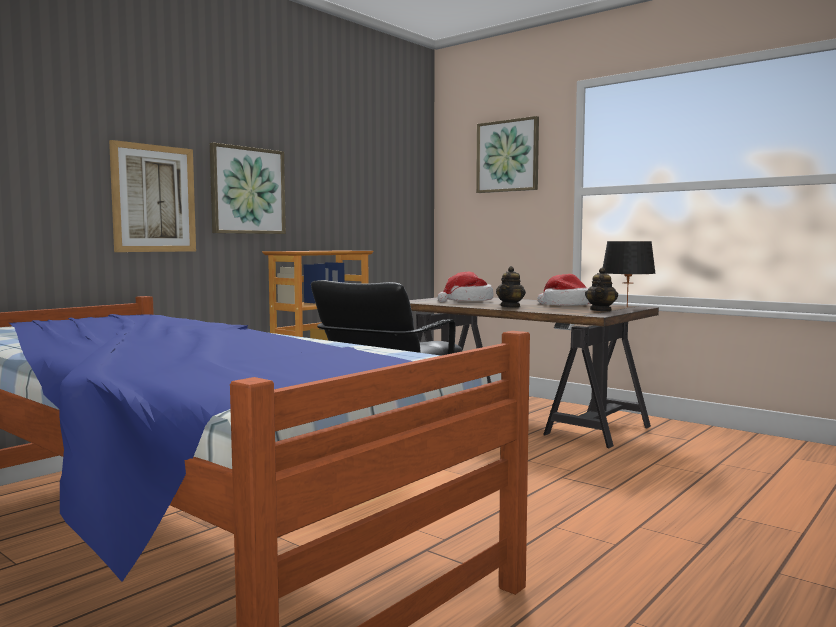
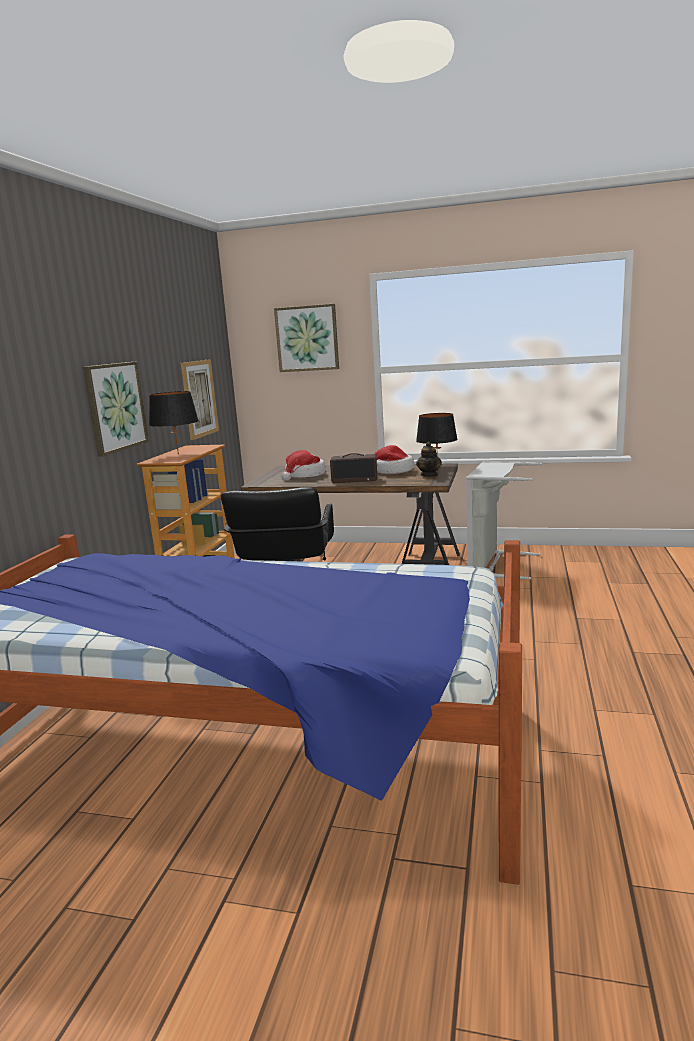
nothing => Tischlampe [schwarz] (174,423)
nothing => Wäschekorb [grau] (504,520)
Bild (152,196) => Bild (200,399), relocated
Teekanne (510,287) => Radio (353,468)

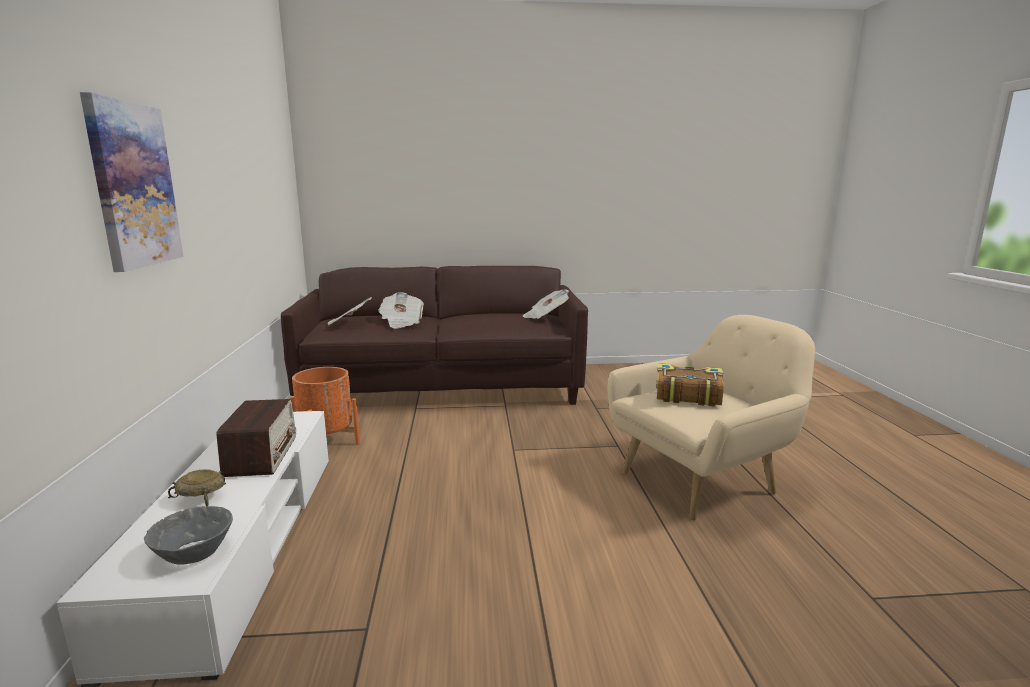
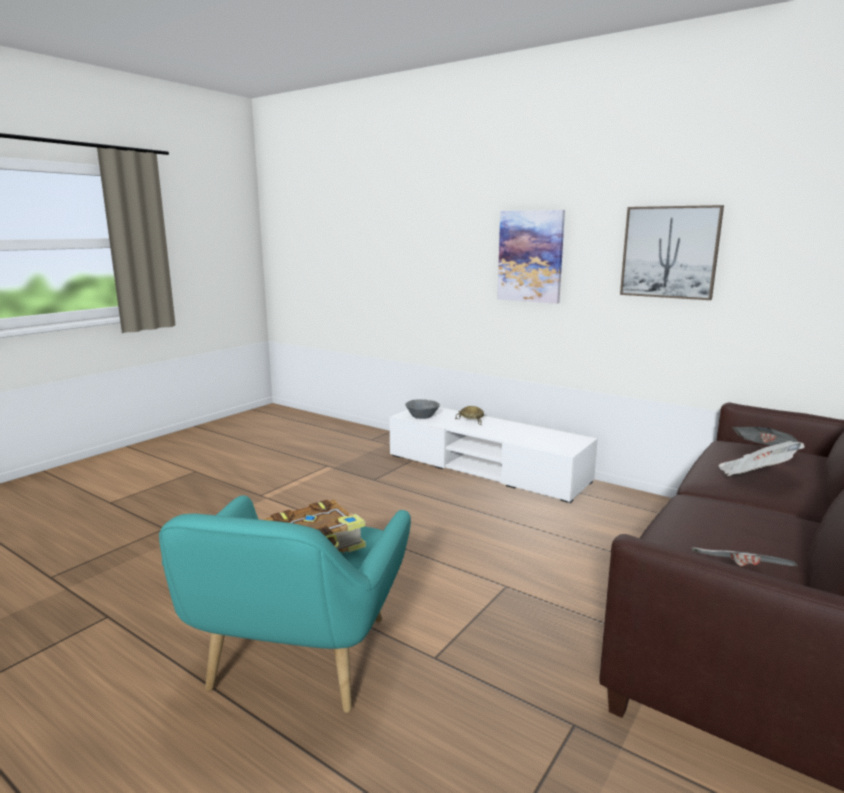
Radio (256,438) => nothing
Pflanzkübel [orange] (325,406) => nothing
nothing => Bild (672,252)
Sessel [beige] (711,417) => Sessel [türkis] (285,604)

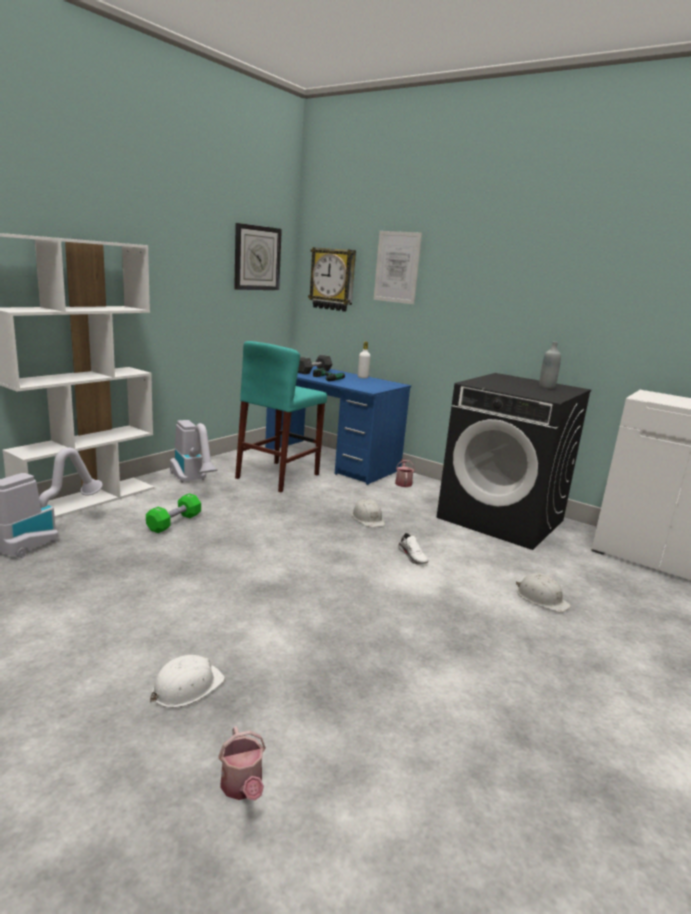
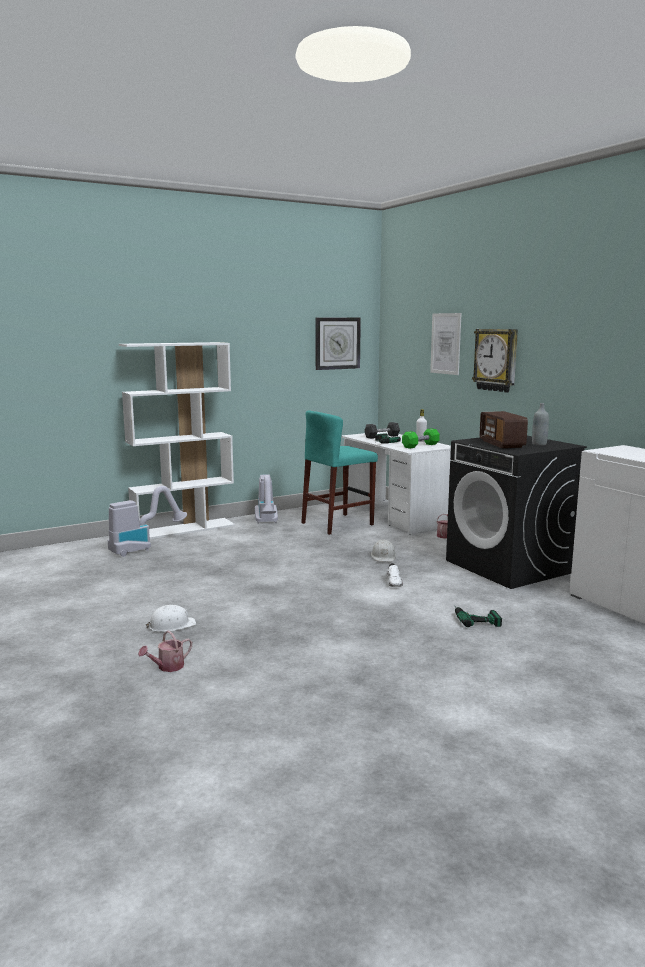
nothing => Radio (503,429)
Hantel [grün] (173,513) => Hantel [grün] (421,438), relocated
Wanduhr (332,279) => Wanduhr (495,360), relocated
Schutzhelm [weiß] (543,592) => Bohrmaschine (478,616)
Schreibtisch [blau] (338,425) => Schreibtisch [weiß] (396,482)
Gießkanne (242,763) => Gießkanne (165,651), 45 degrees clockwise

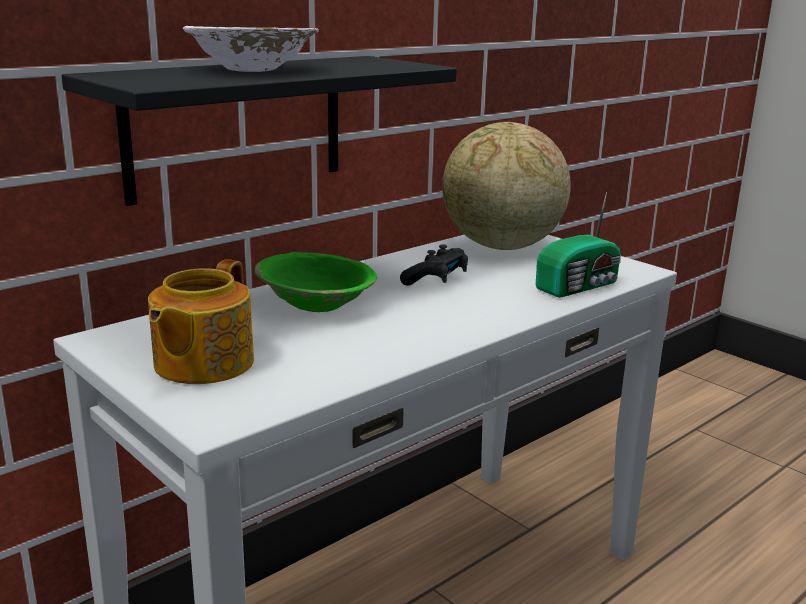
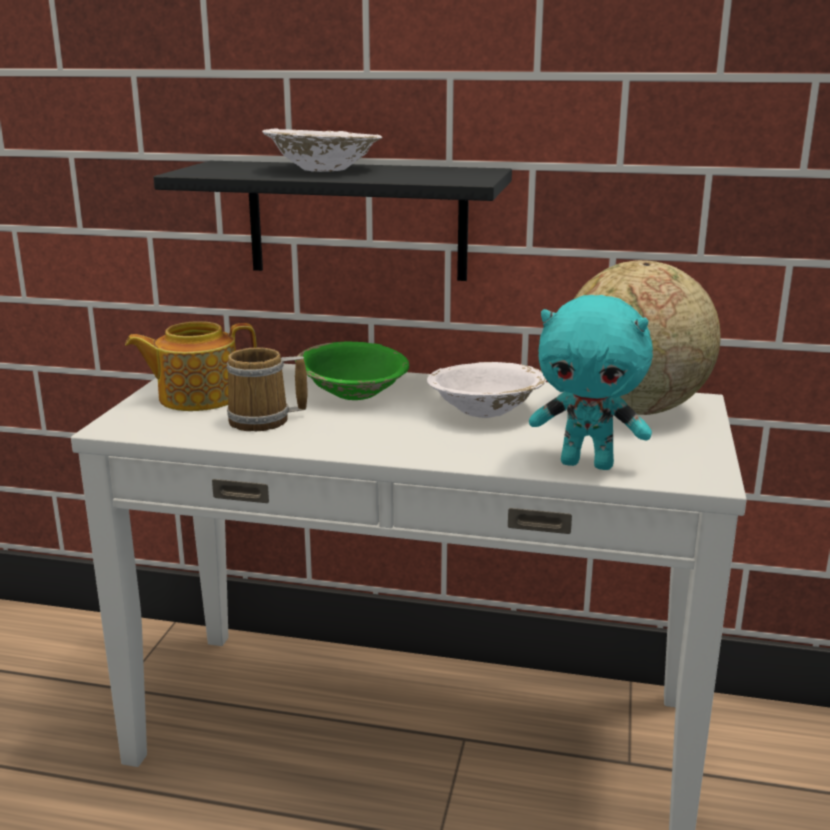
nothing => Henkelbecher (267,389)
Gamepad [schwarz] (434,265) => Schüssel [weiß] (486,390)
Radio (578,245) => Plüschtier [türkis] (591,382)

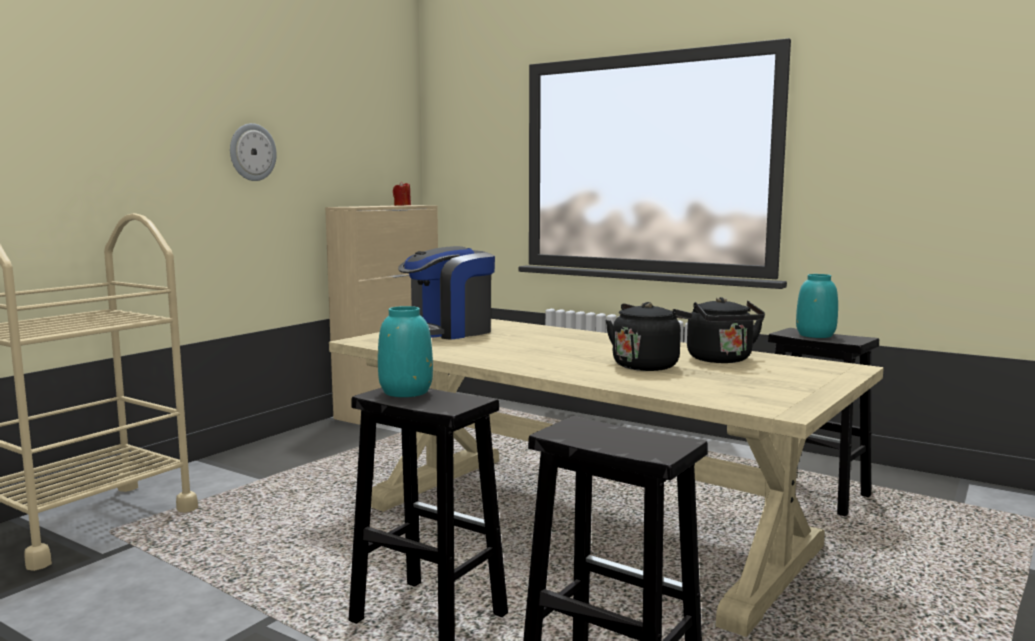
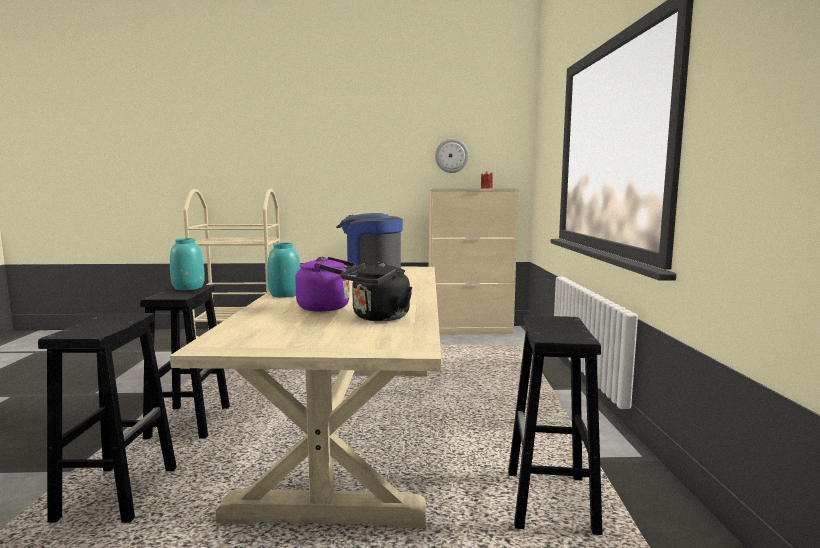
Wanduhr (253,152) => Wanduhr (452,156), relocated
Vase [türkis] (817,306) => Vase [türkis] (284,270), relocated
Wasserkessel [schwarz] (649,336) => Wasserkessel [lila] (325,284)

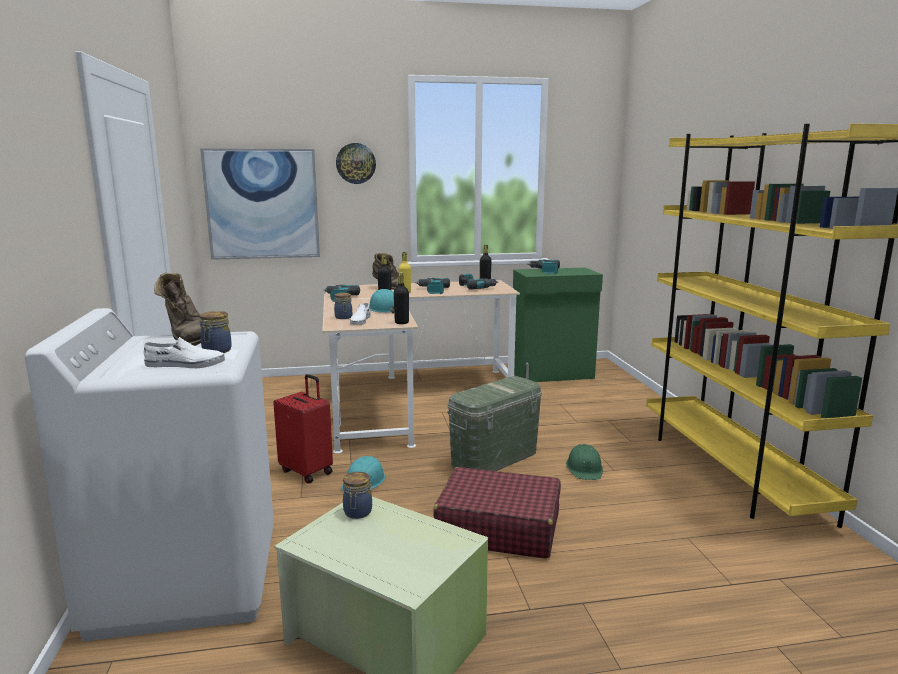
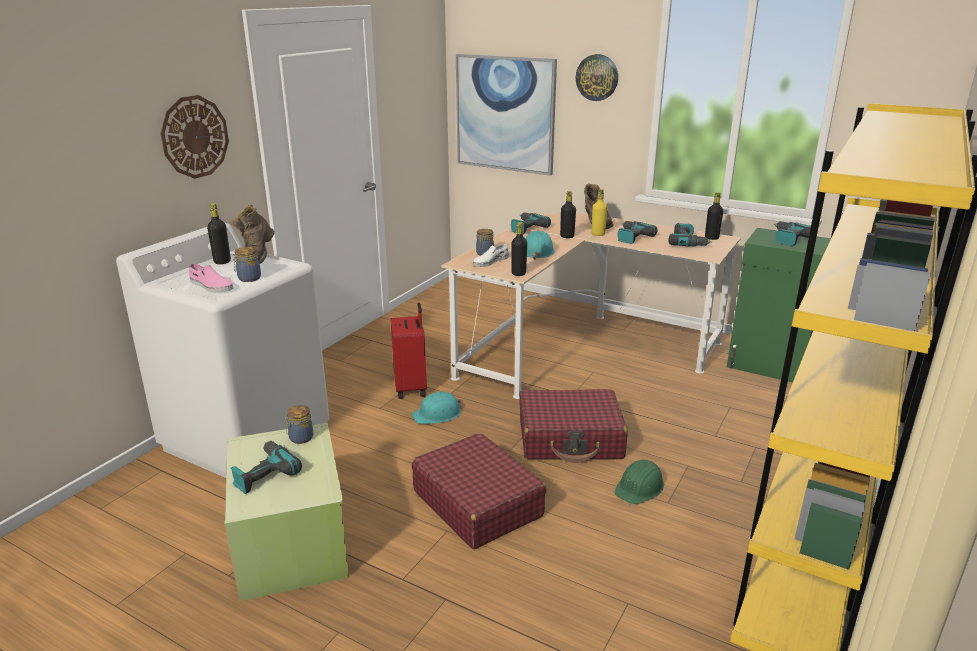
nothing => Wanduhr (194,137)
nothing => Flasche [schwarz] (219,233)
nothing => Bohrmaschine (266,467)
Aufbewahrungsbox [grün] (494,423) => Koffer [rot] (573,426)
Schuh [weiß] (184,352) => Schuh [rosa] (211,278)

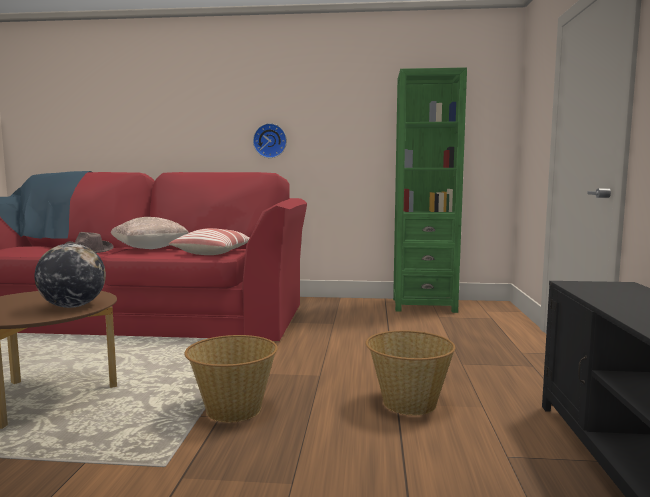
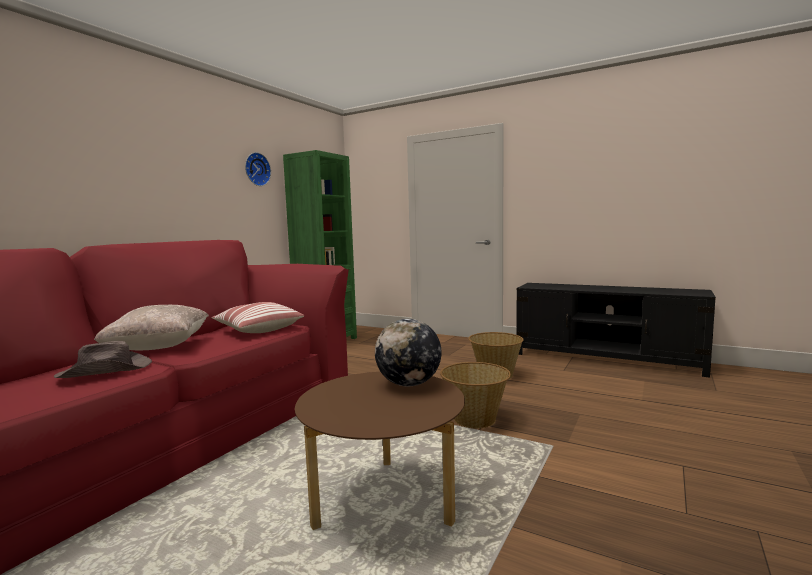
Wanduhr (270,140) => Wanduhr (258,169), relocated

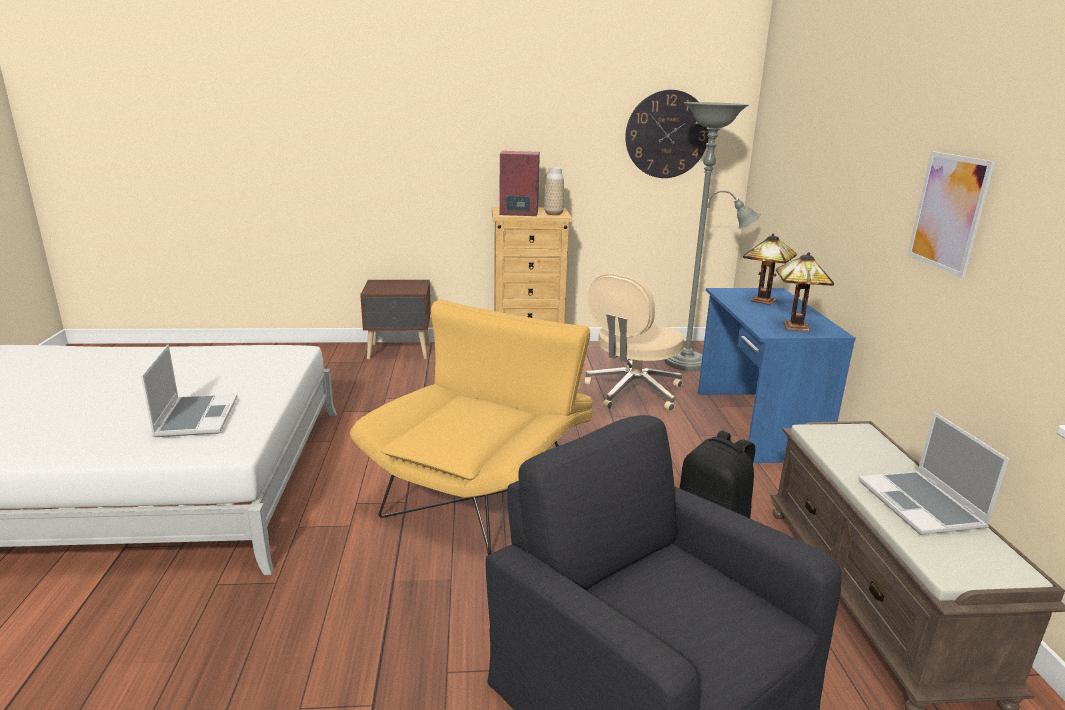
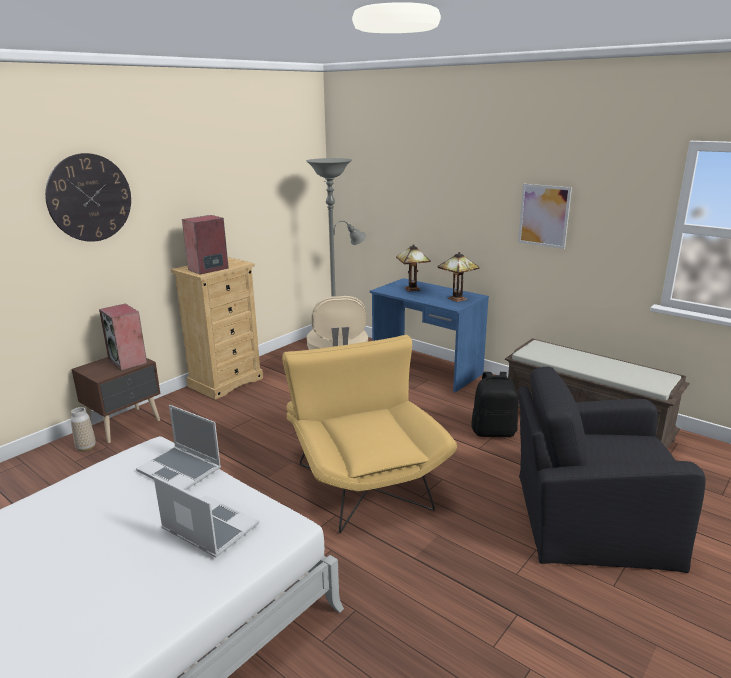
nothing => Lautsprecher (123,337)
Vase (554,191) => Vase (83,429), relocated
Wanduhr (667,134) => Wanduhr (88,197), relocated
Laptop (934,473) => Laptop (178,447), relocated

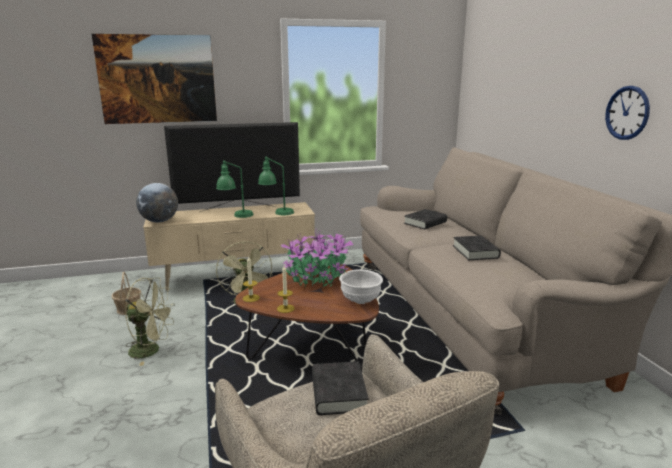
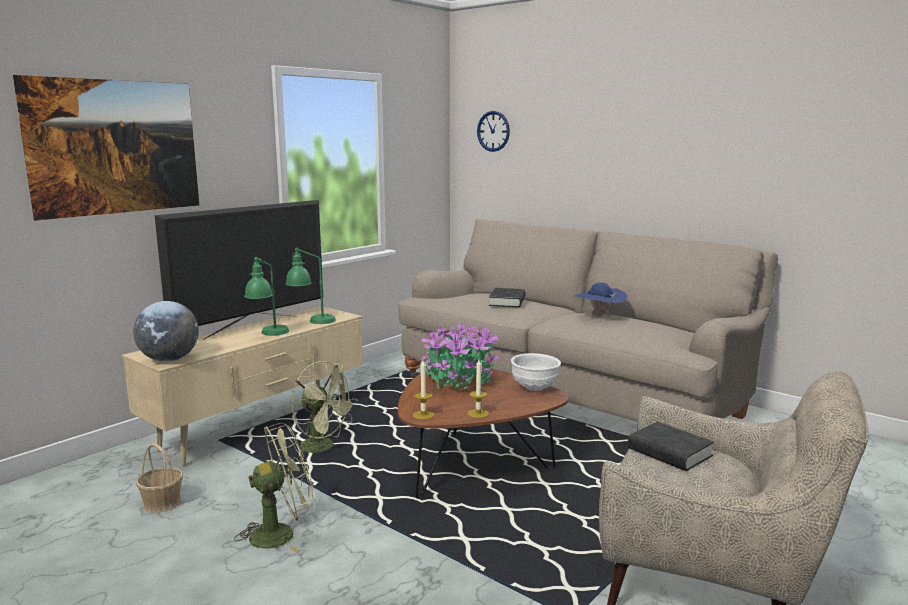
Wanduhr (627,113) => Wanduhr (493,131), relocated
Buch [schwarz] (477,248) => Hut [blau] (601,300)

